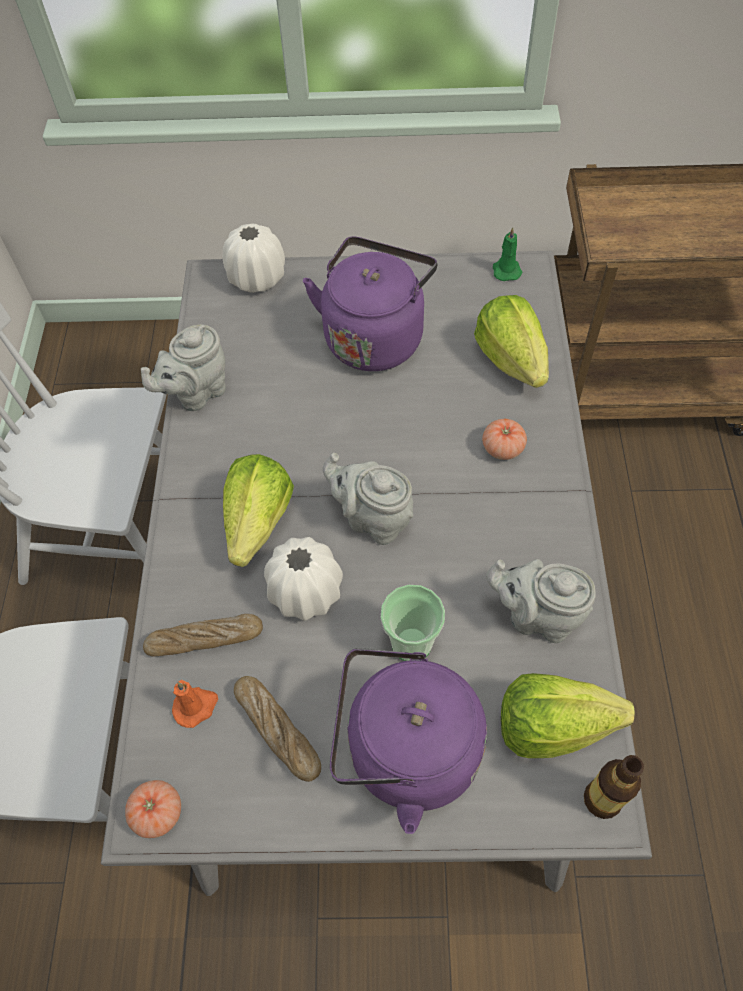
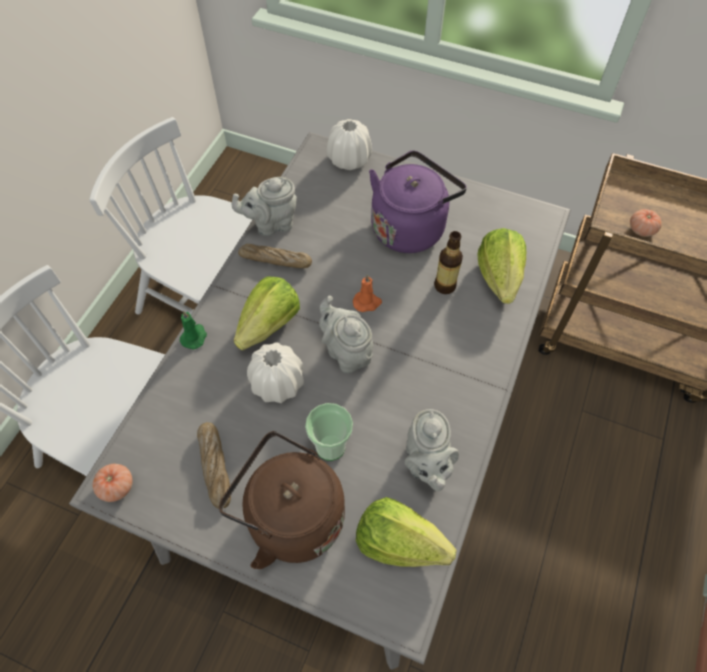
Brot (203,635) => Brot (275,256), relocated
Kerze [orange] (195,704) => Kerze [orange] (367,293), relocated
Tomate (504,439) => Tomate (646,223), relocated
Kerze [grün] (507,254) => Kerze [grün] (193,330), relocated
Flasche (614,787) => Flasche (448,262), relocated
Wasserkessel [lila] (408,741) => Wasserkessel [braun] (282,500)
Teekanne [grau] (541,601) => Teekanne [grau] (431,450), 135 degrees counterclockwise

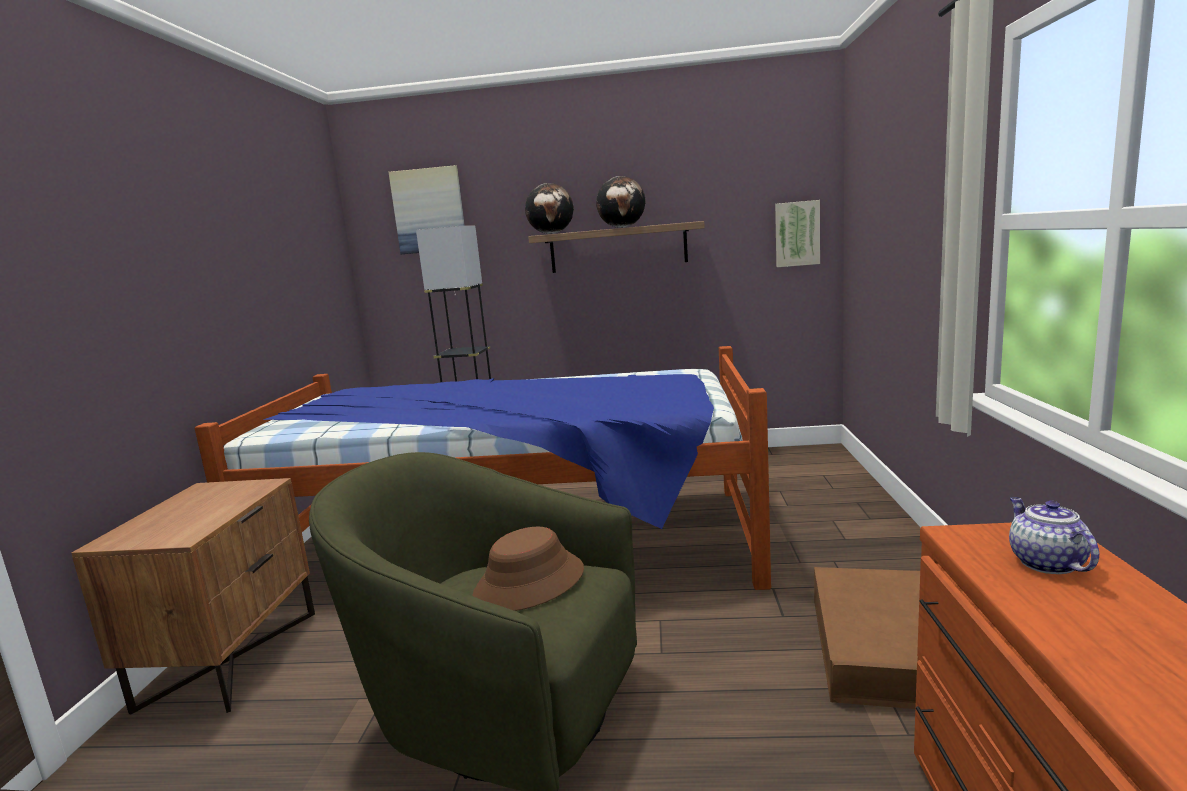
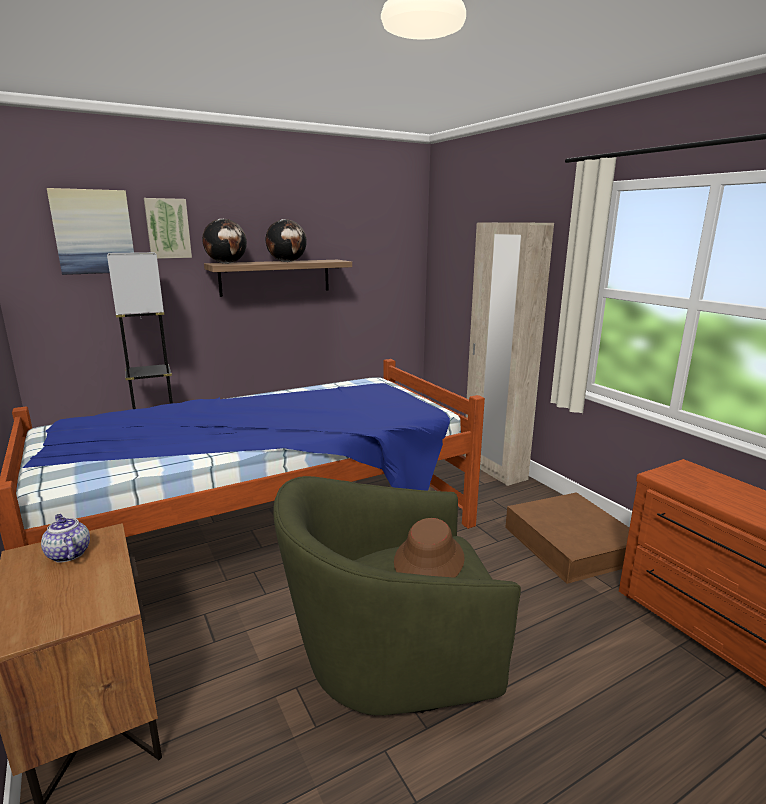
nothing => Kleiderschrank [beige] (509,354)
Bild (797,233) => Bild (168,228), relocated
Teekanne (1054,535) => Teekanne (65,538), relocated

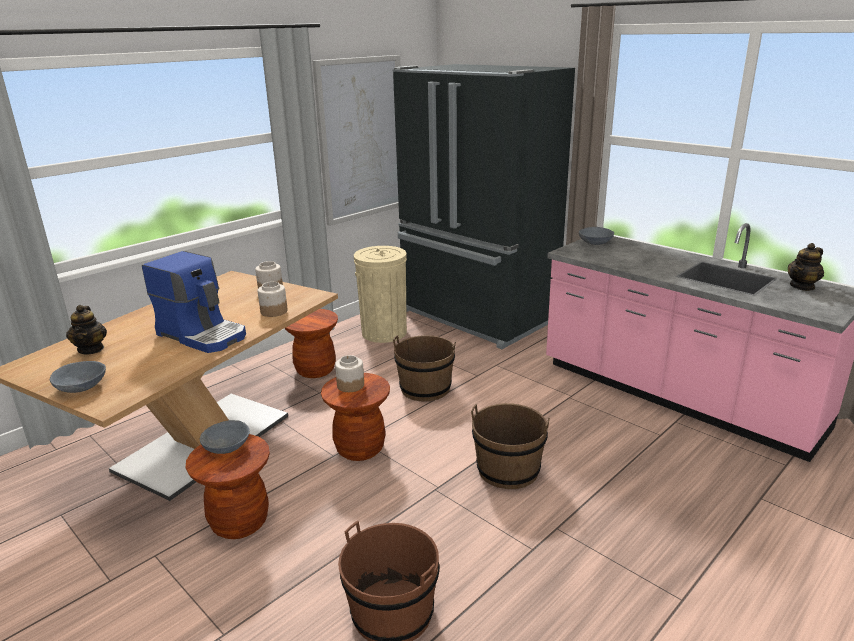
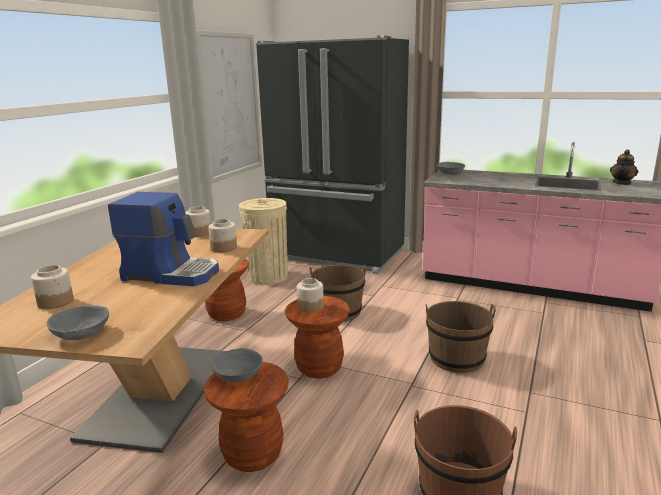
Teekanne (86,329) => Vorratsglas (52,287)

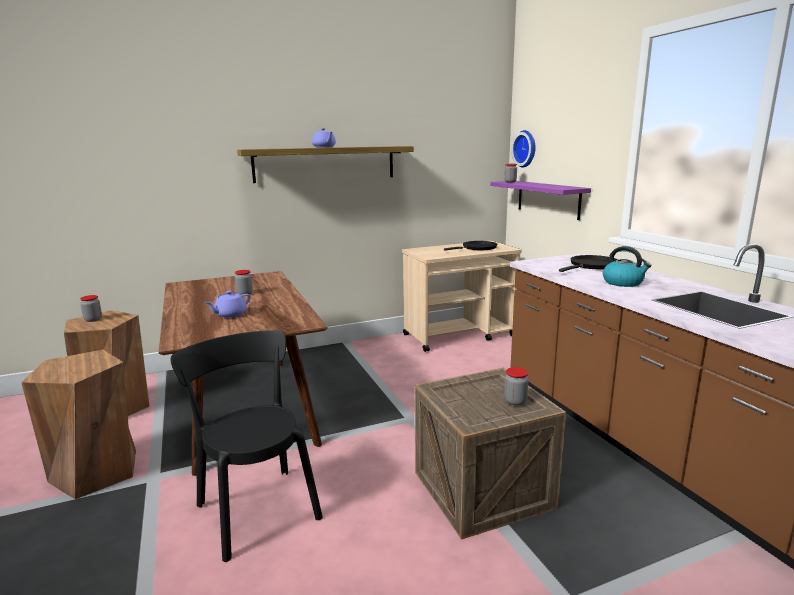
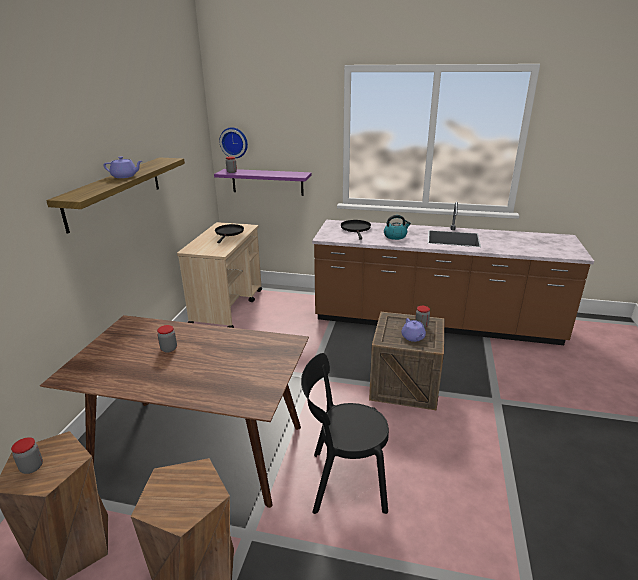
Teekanne [lila] (227,304) => Teekanne [lila] (413,330), relocated

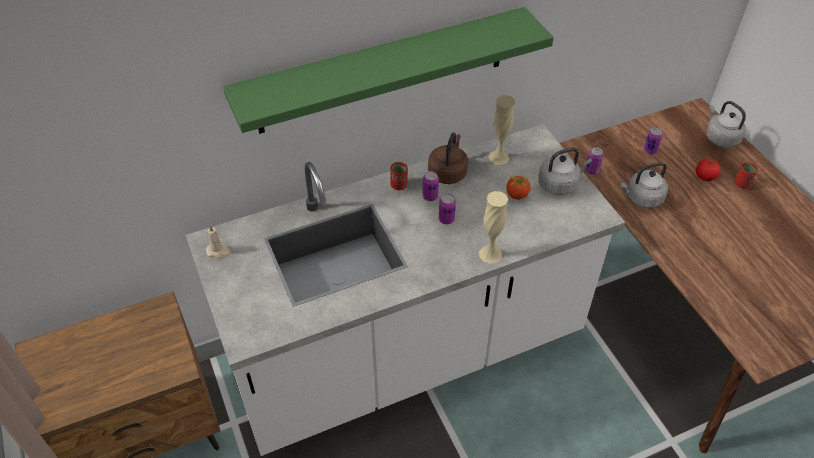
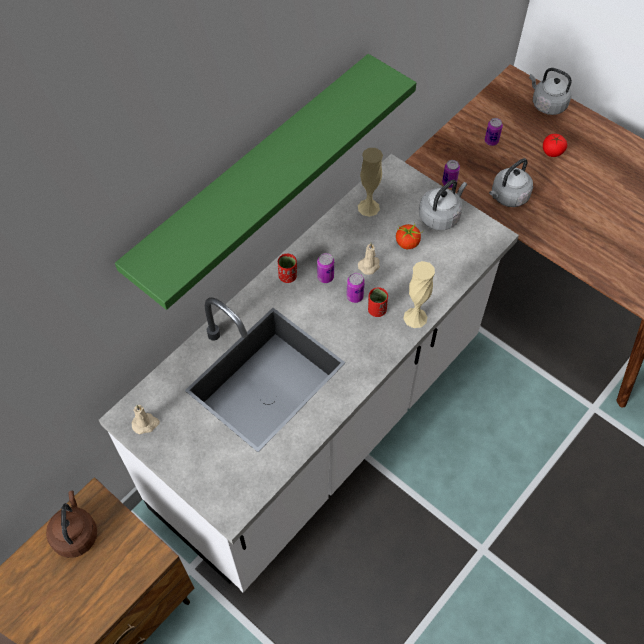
nothing => Kerze [beige] (369,259)
Wasserkessel [braun] (448,158) => Wasserkessel [braun] (71,524), relocated
Tasse [rot] (746,175) => Tasse [rot] (378,302), relocated

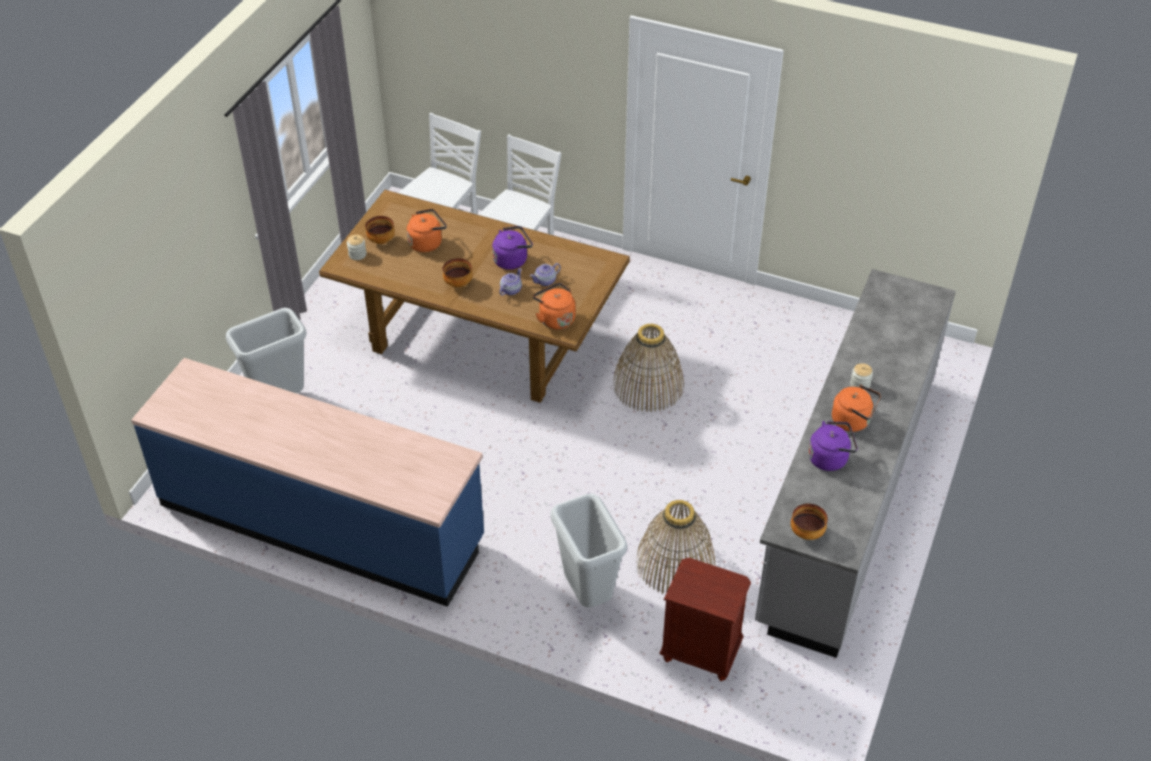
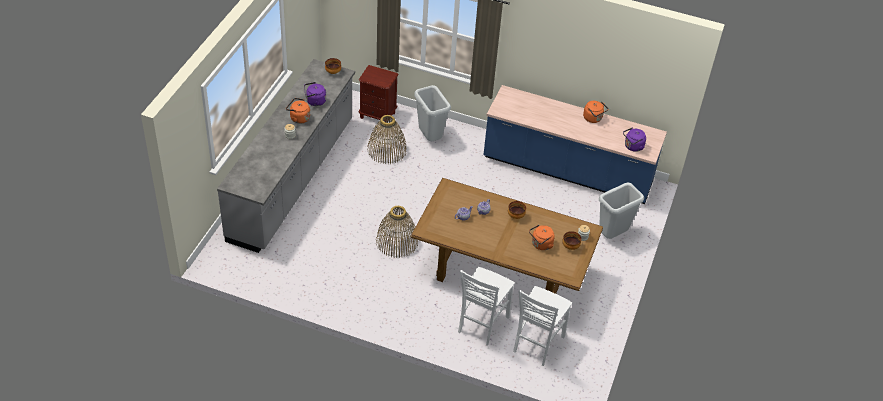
Wasserkessel [lila] (512,248) => Wasserkessel [lila] (634,139), relocated
Wasserkessel [orange] (554,306) => Wasserkessel [orange] (595,112), relocated

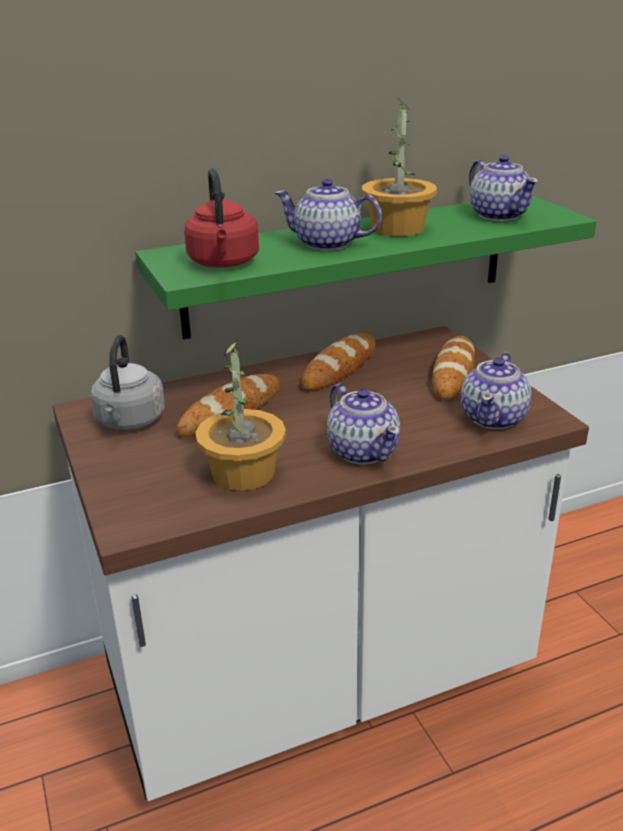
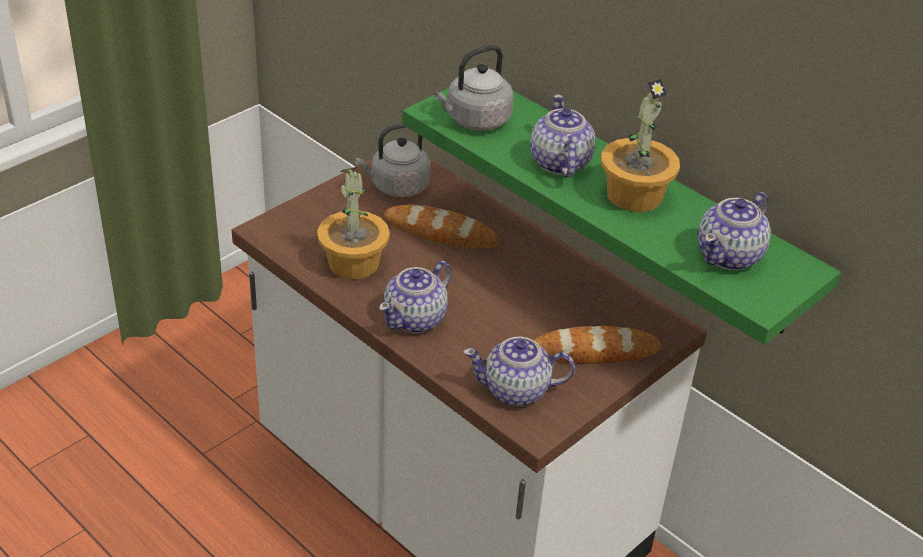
Brot (338,361) => nothing
Wasserkessel [rot] (221,217) => Wasserkessel [grau] (474,88)

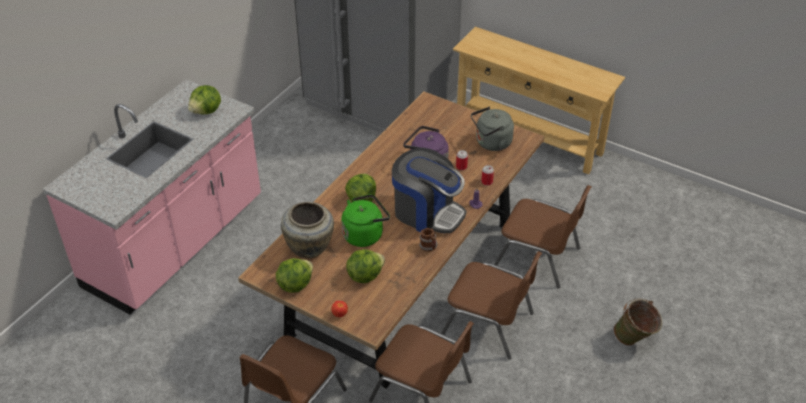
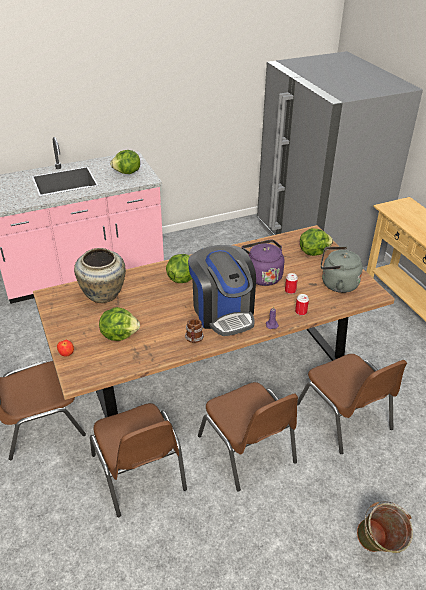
Wasserkessel [grün] (365,220) => nothing
Salatkopf (294,275) => Salatkopf (316,242), relocated

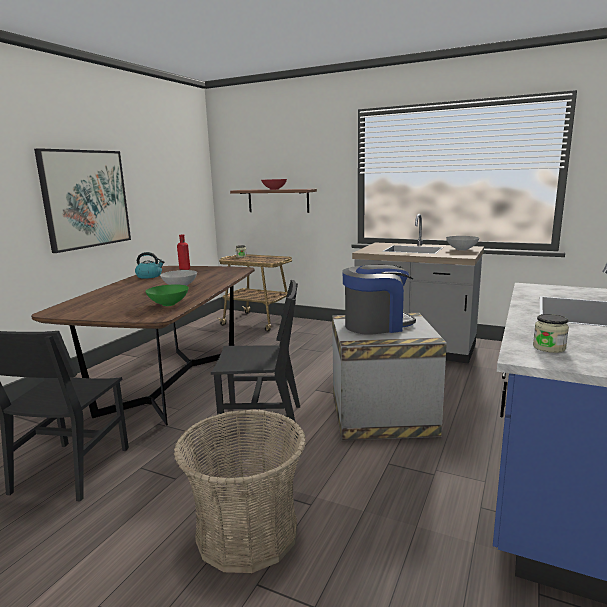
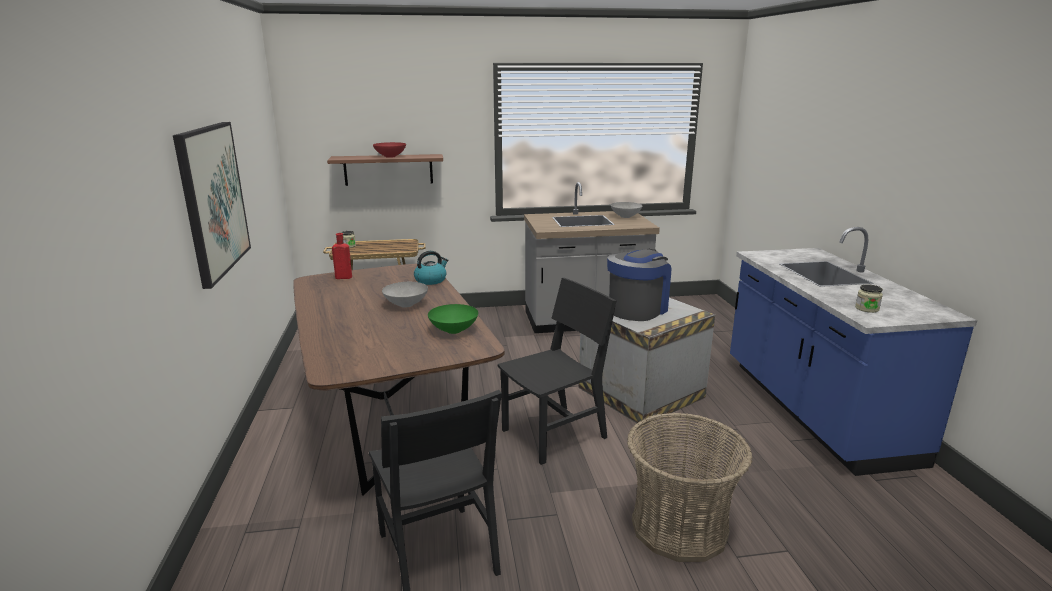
Wasserkessel (149,265) => Wasserkessel (431,268), relocated

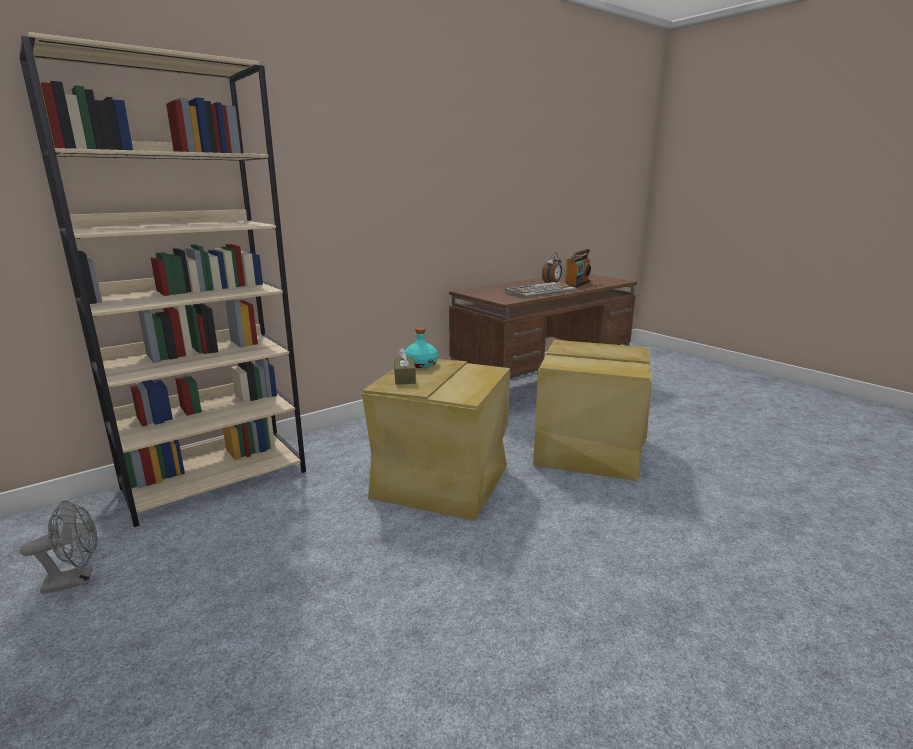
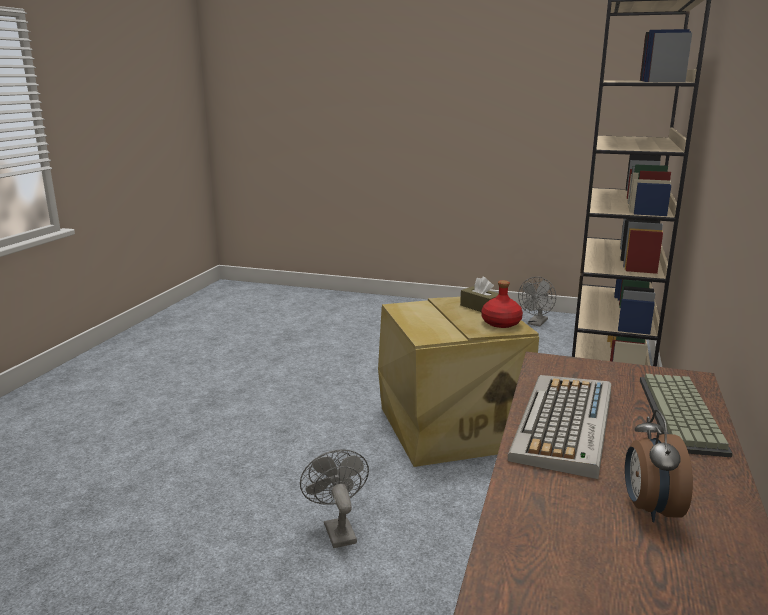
Radio (577,268) => nothing
nothing => Tastatur (686,416)
Aufbewahrungsbox [beige] (592,410) => Ventilator [grau] (334,498)
Flasche [türkis] (421,347) => Flasche [rot] (502,304)

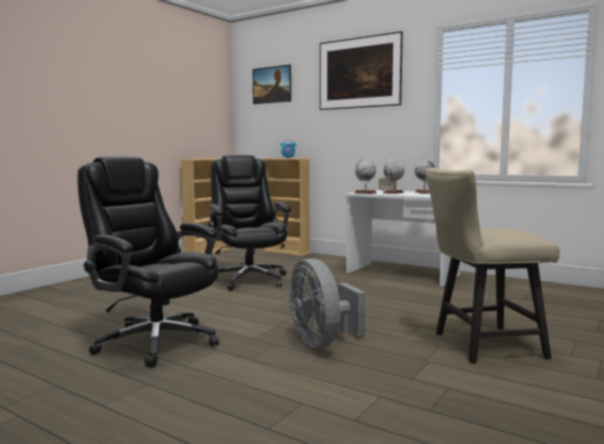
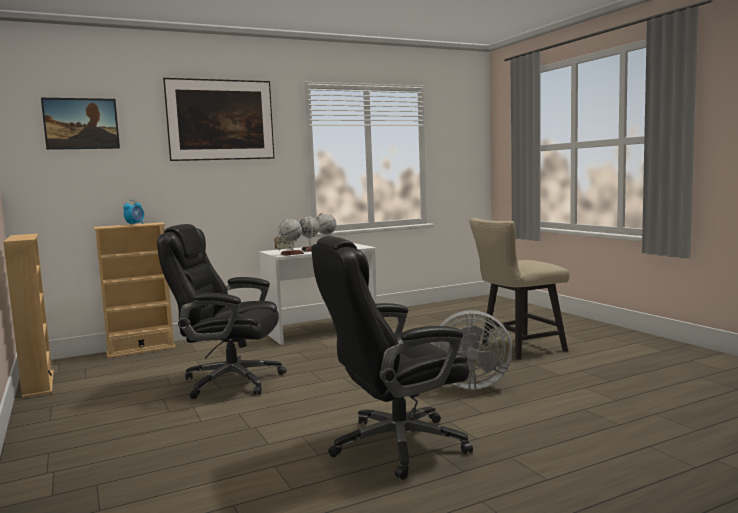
Stuhl [beige] (493,265) => Stuhl [beige] (519,289), 45 degrees clockwise

